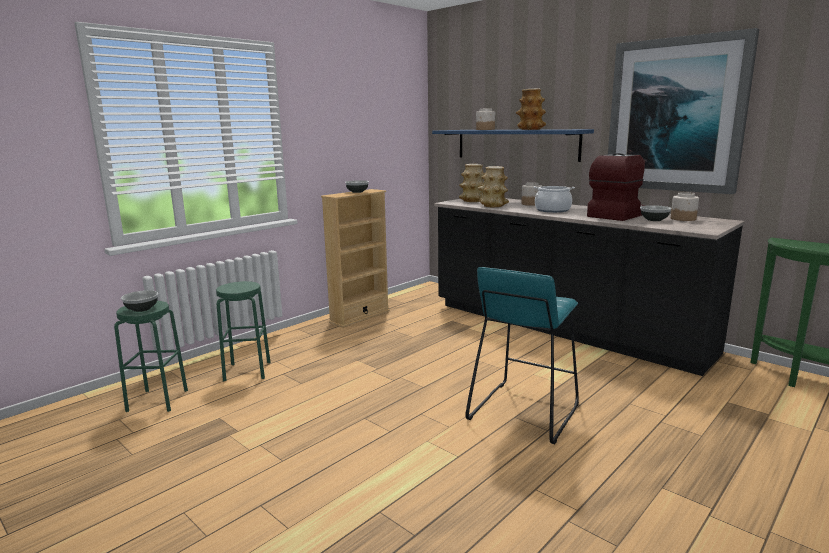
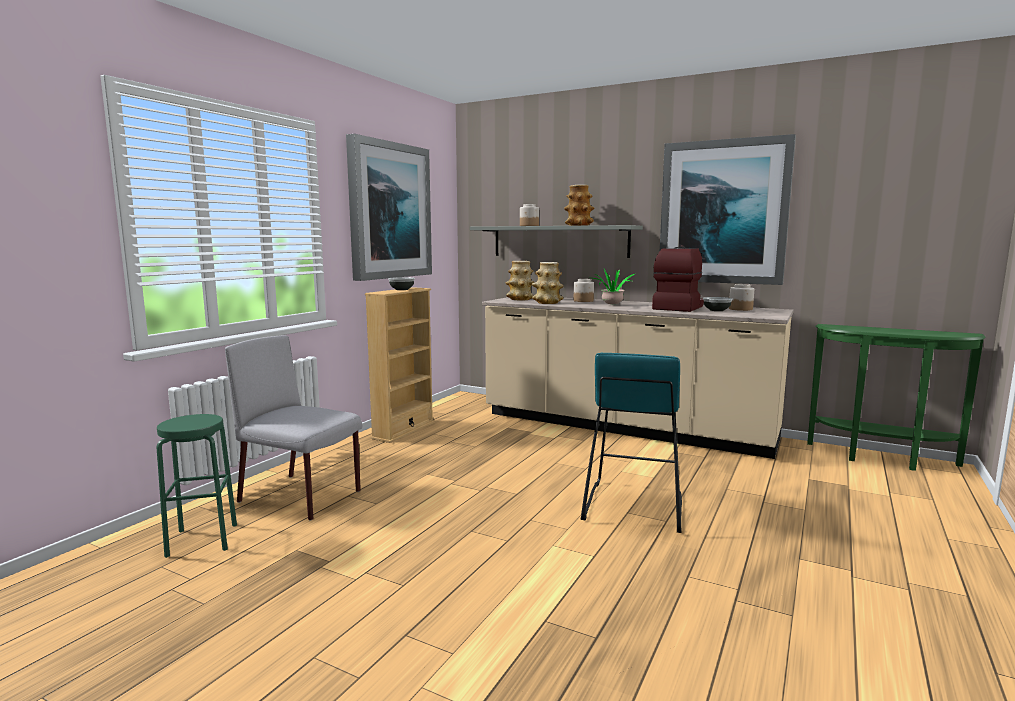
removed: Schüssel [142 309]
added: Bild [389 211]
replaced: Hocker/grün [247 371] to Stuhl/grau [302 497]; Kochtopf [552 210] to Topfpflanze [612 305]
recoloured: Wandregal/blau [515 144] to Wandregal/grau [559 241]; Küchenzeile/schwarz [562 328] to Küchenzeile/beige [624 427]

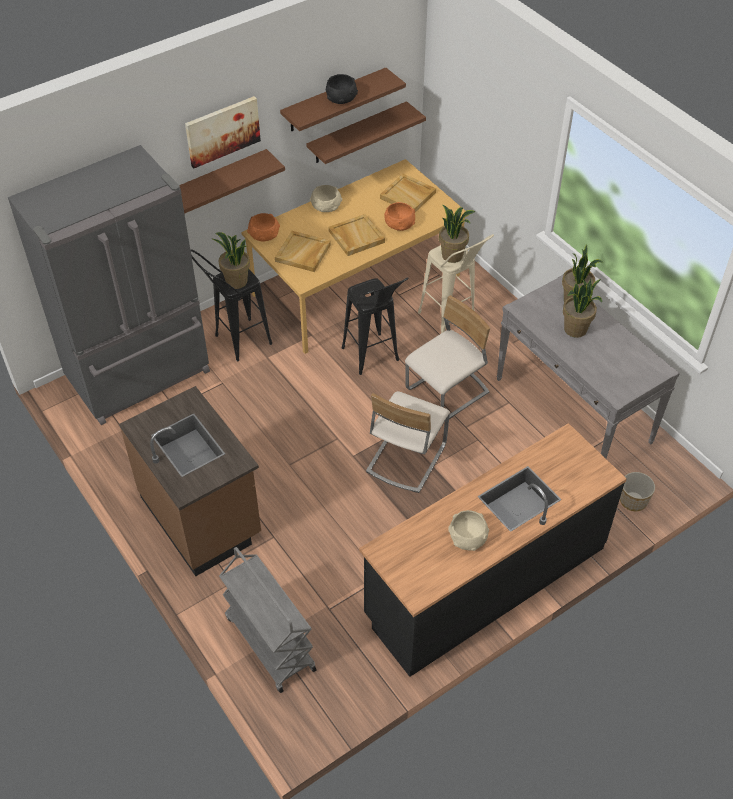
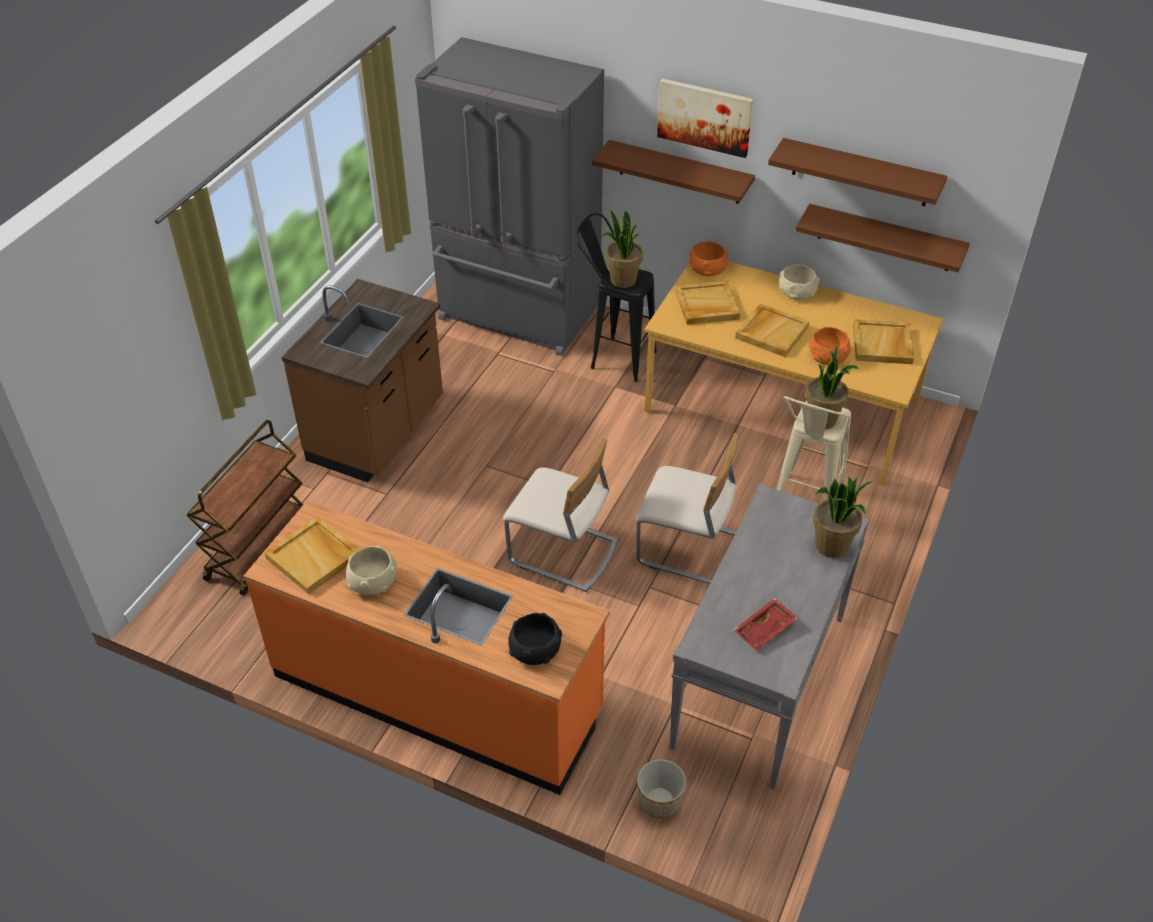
removed: Hocker/schwarz [374 360]; Topfpflanze [575 330]
added: Tablett/beige [315 557]; Tablett/rot [765 630]
moved: Schüssel/schwarz [341 97] to [535 649]
recoloured: Rollwagen/grau [269 643] to Rollwagen/braun [258 547]; Küchenzeile/schwarz [485 581] to Küchenzeile/orange [437 693]
turned: Stuhl/beige [405 458] = [563 553] 150 degrees counterclockwise

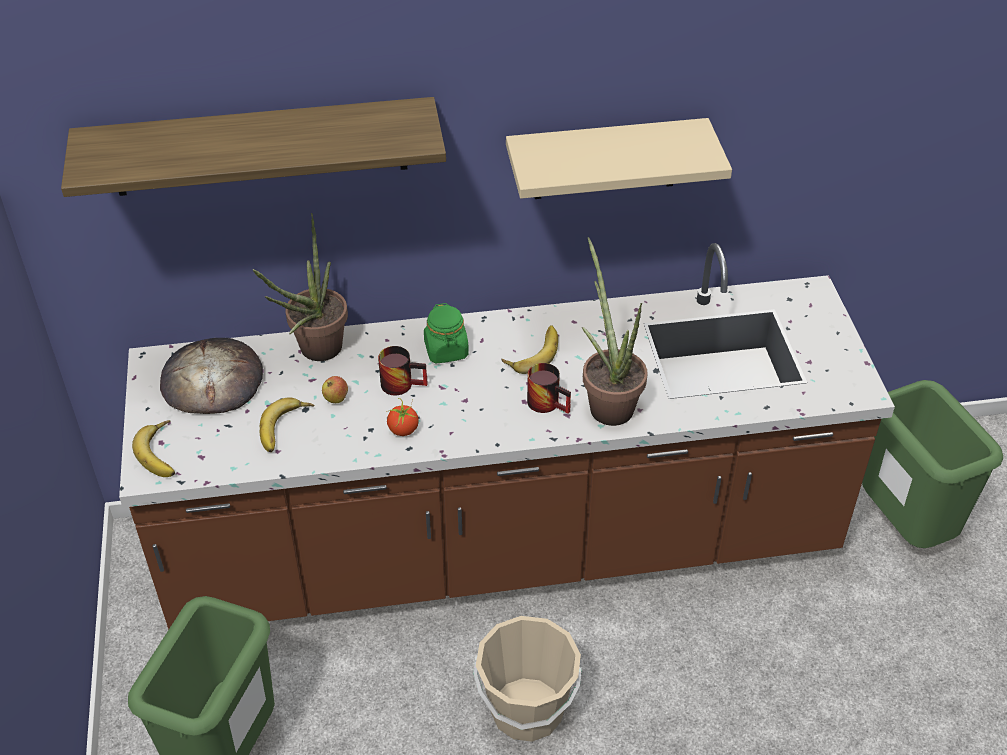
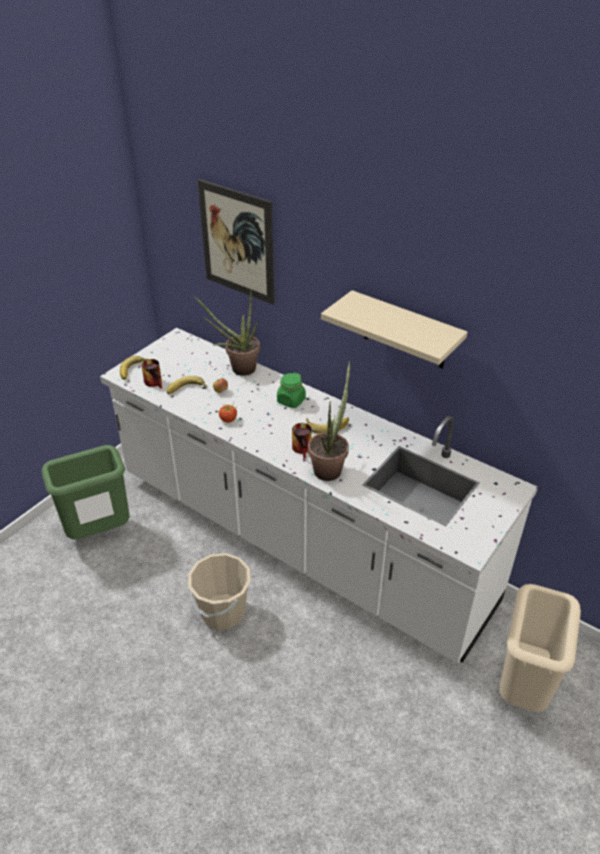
removed: Brot [212 380]
moved: Henkelbecher [402 382] to [156 382]
replaced: Wandregal [259 147] to Bild [237 242]
recoloured: Küchenzeile/braun [503 546] to Küchenzeile/weiß [300 538]; Mülleimer/grün [905 527] to Mülleimer/beige [523 689]

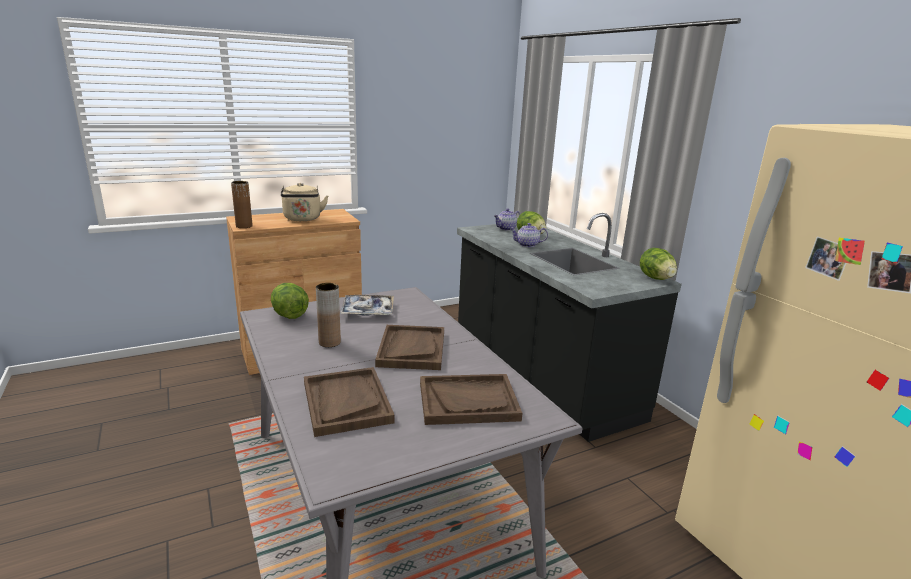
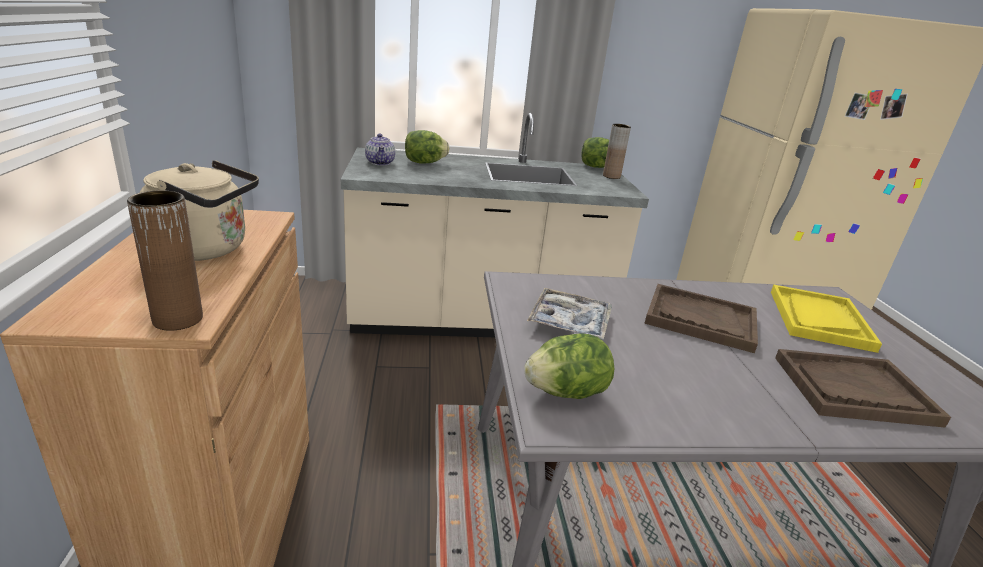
removed: Teekanne [527 245]
moved: Vase/braun [329 342] to [611 176]
recoloured: Küchenzeile/schwarz [540 375] to Küchenzeile/beige [479 320]; Tablett/braun [468 401] to Tablett/gelb [819 319]

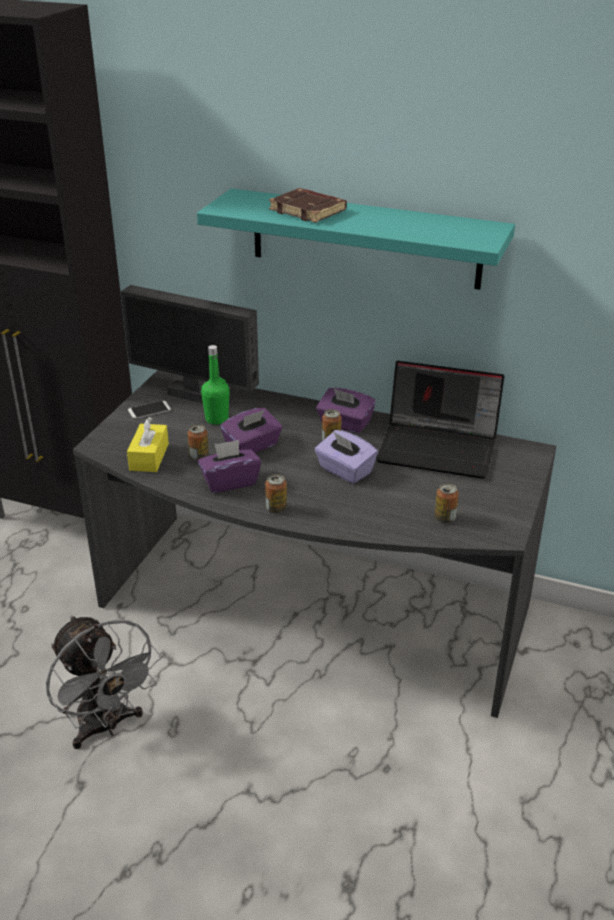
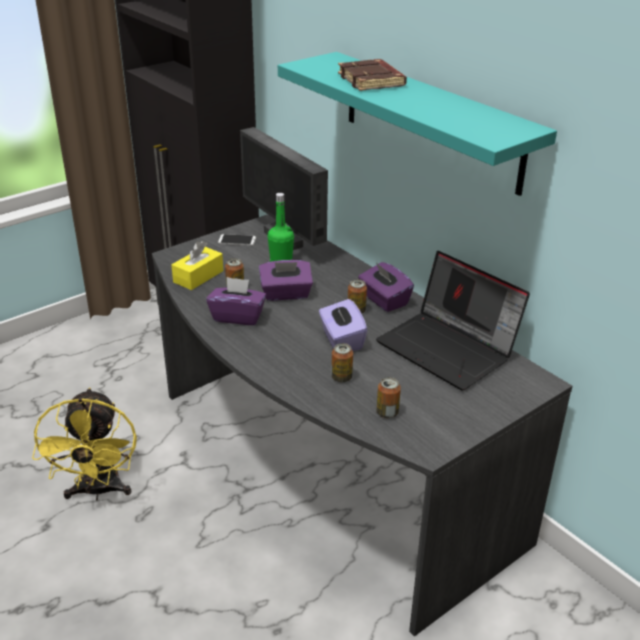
moved: Dose [276 509] to [341 377]
recoloured: Ventilator/grau [106 726] to Ventilator/gelb [98 491]

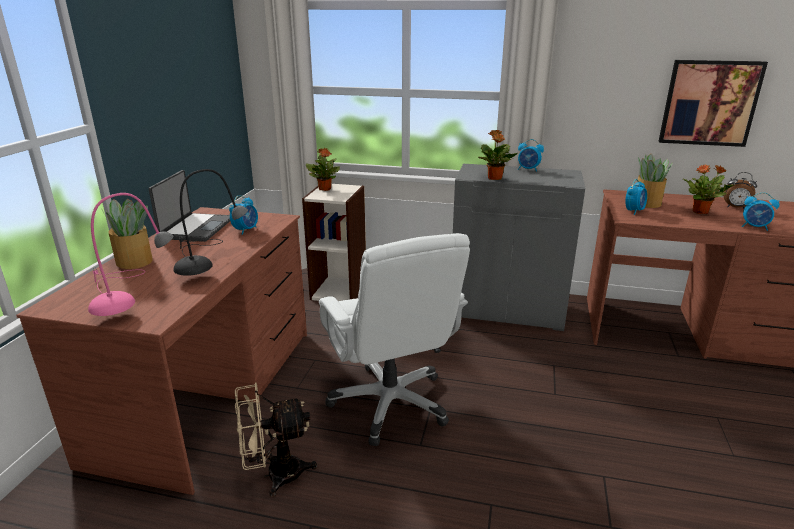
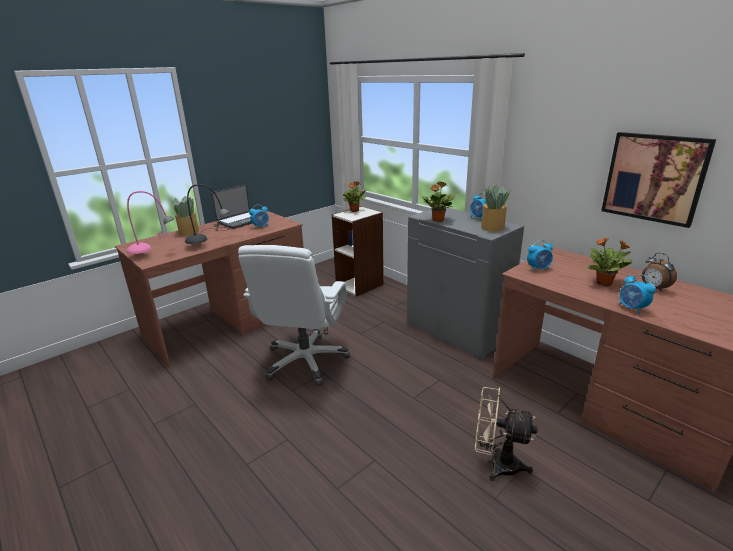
moved: Ventilator/beige [275 475] to [496 463]; Topfpflanze [647 203] to [492 227]

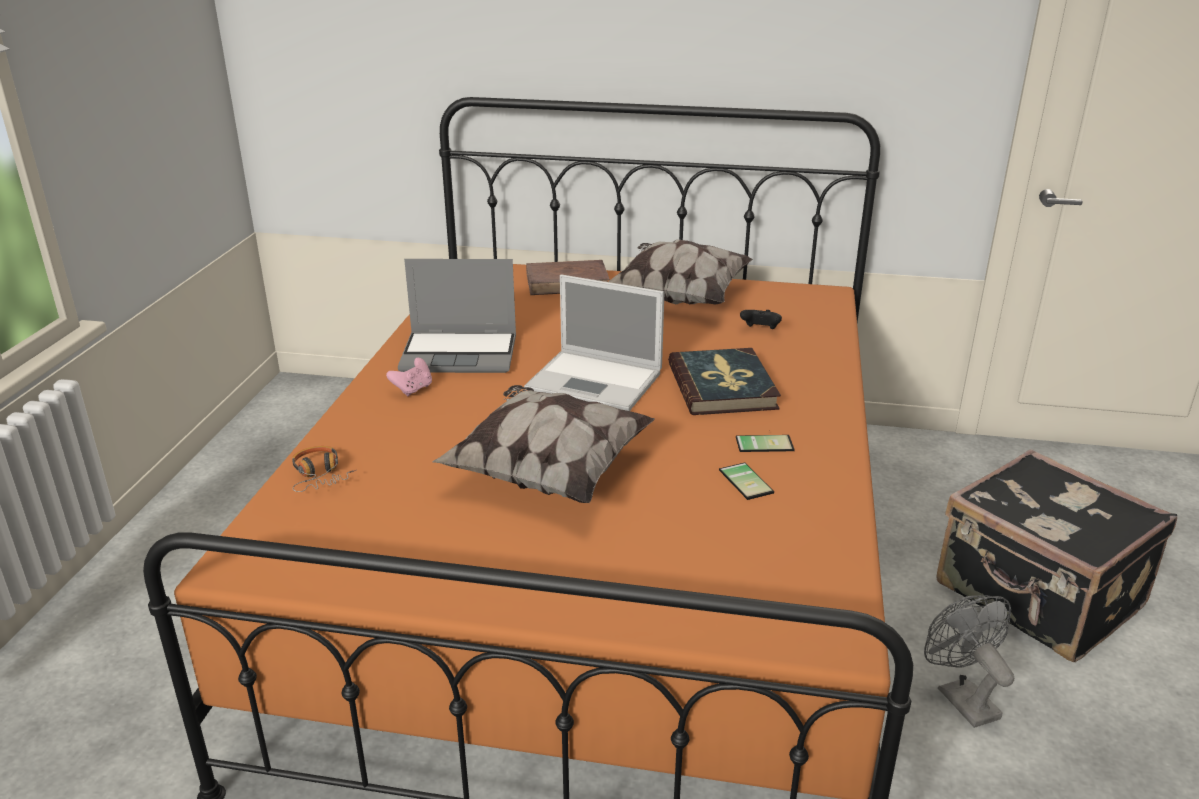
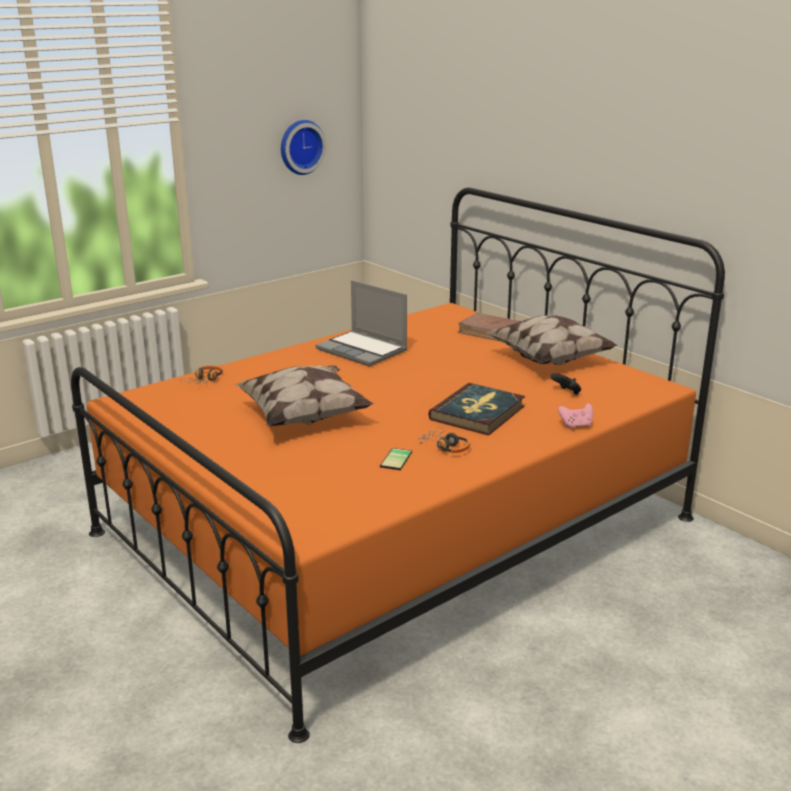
removed: Laptop [597 381]; Ventilator/grau [961 697]; Koffer/schwarz [1037 597]
added: Wanduhr [300 147]
moved: Gamepad/rosa [413 389] to [576 425]
replaced: Handy [764 442] to Kopfhörer [444 446]

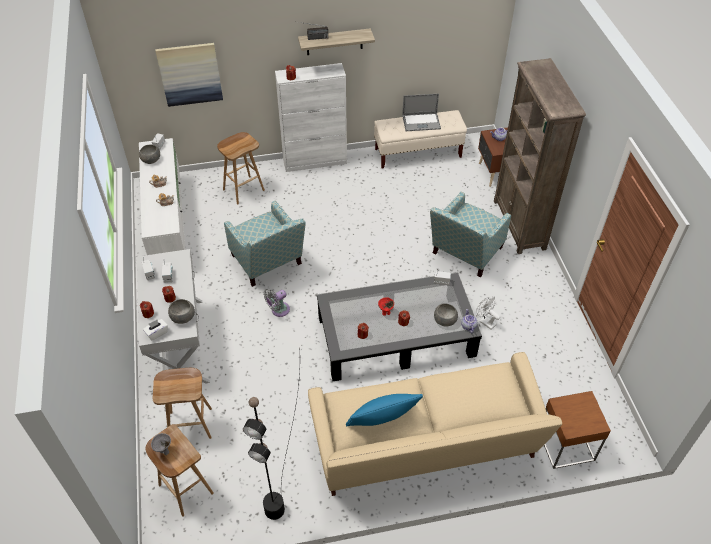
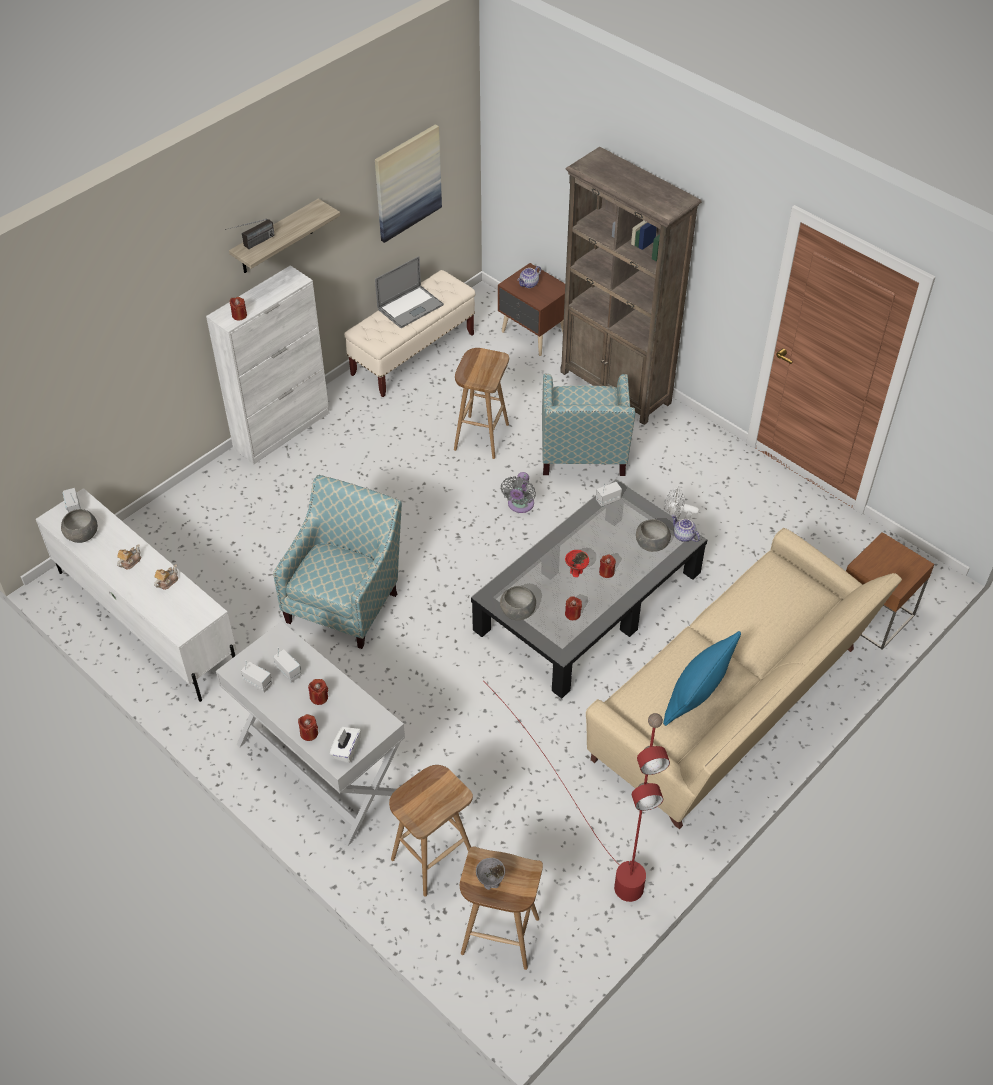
moved: Bild [190 74] to [407 183]; Hocker/braun [244 189] to [481 436]; Schüssel/grau [182 317] to [518 611]; Ventilator/grau [278 310] to [520 505]
recoloured: Stehlampe/schwarz [284 459] to Stehlampe/rot [587 824]
turned: Sessel [269 264] = [346 599] 90 degrees counterclockwise

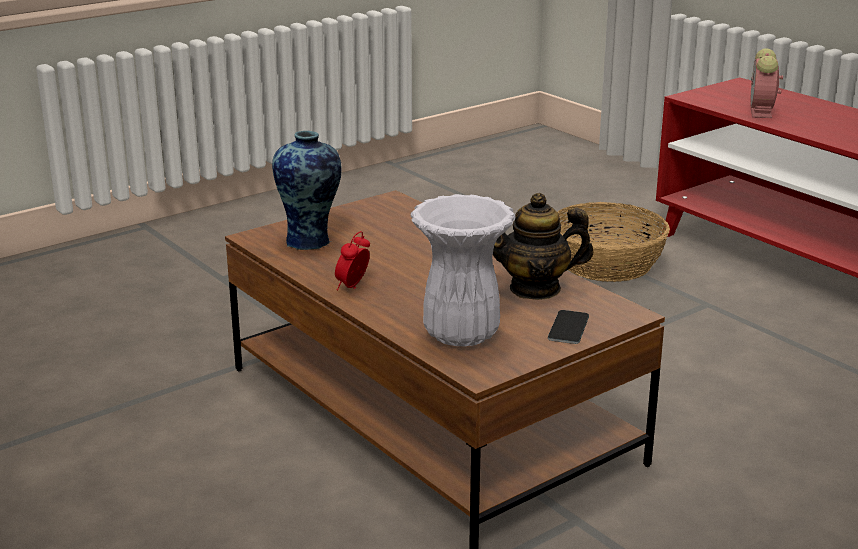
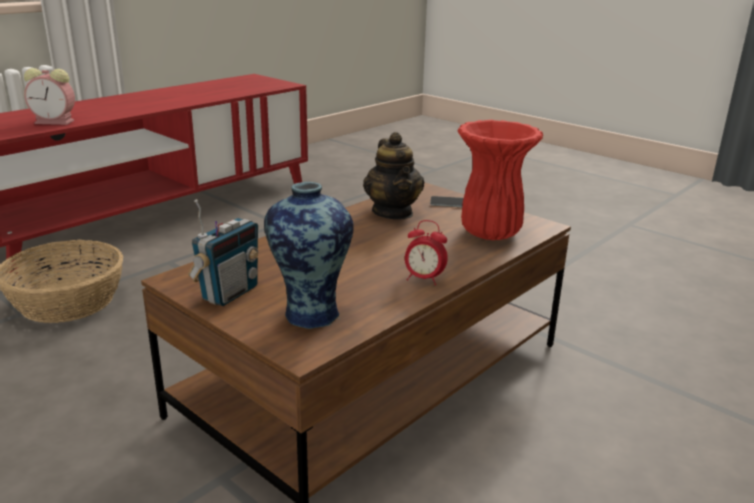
added: Radio [229 293]
recoloured: Vase/weiß [462 335] to Vase/rot [489 233]

